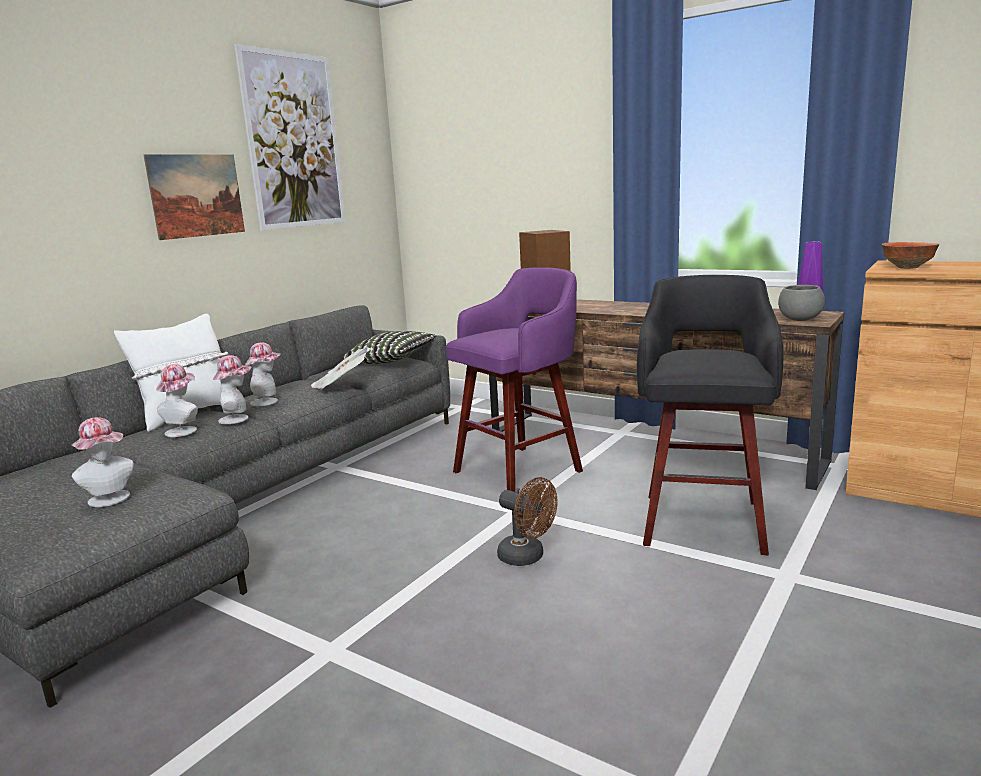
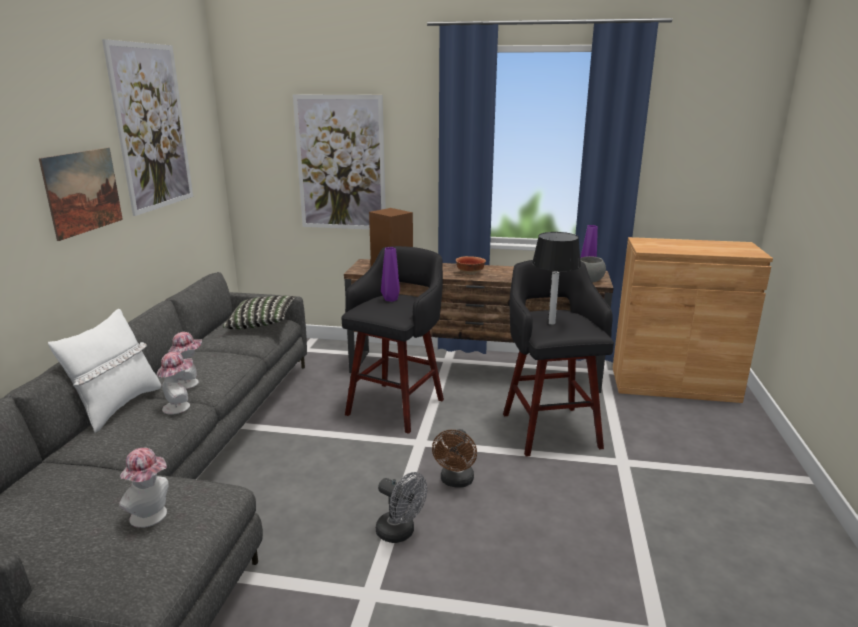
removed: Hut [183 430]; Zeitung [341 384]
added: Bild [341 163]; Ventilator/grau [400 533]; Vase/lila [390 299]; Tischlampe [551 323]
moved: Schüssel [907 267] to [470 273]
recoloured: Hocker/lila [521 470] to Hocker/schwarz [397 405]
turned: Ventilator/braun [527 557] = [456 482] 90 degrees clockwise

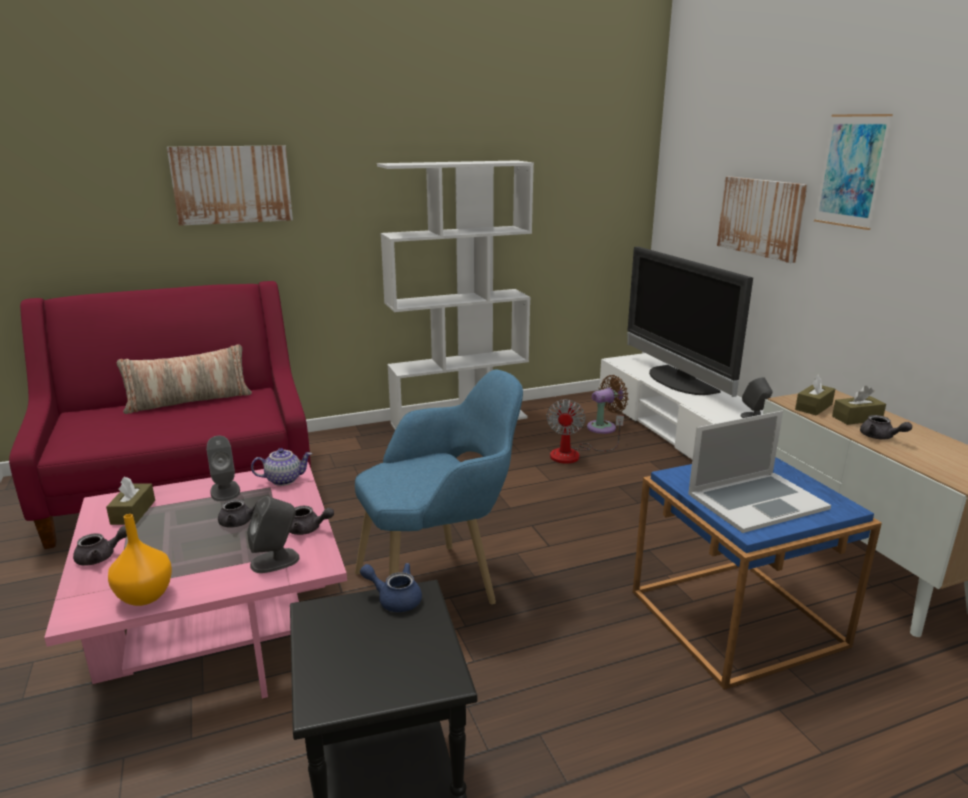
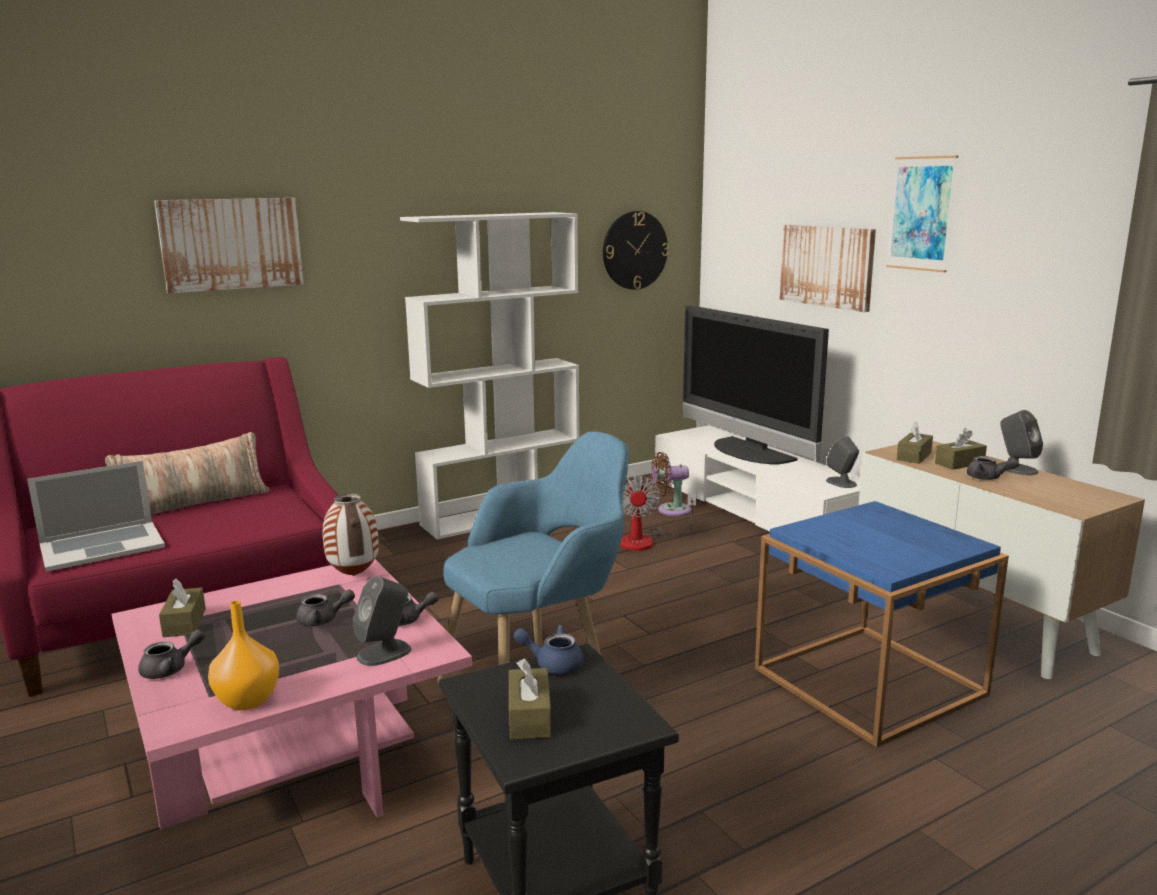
added: Taschentuchbox/braun [529 717]; Wanduhr [634 250]
moved: Laptop [756 501] to [102 546]; Lautsprecher/grau [225 491] to [1015 469]
replaced: Teekanne [284 479] to Vase [353 575]
turned: Ventilator/braun [604 427] = [670 510] 150 degrees counterclockwise

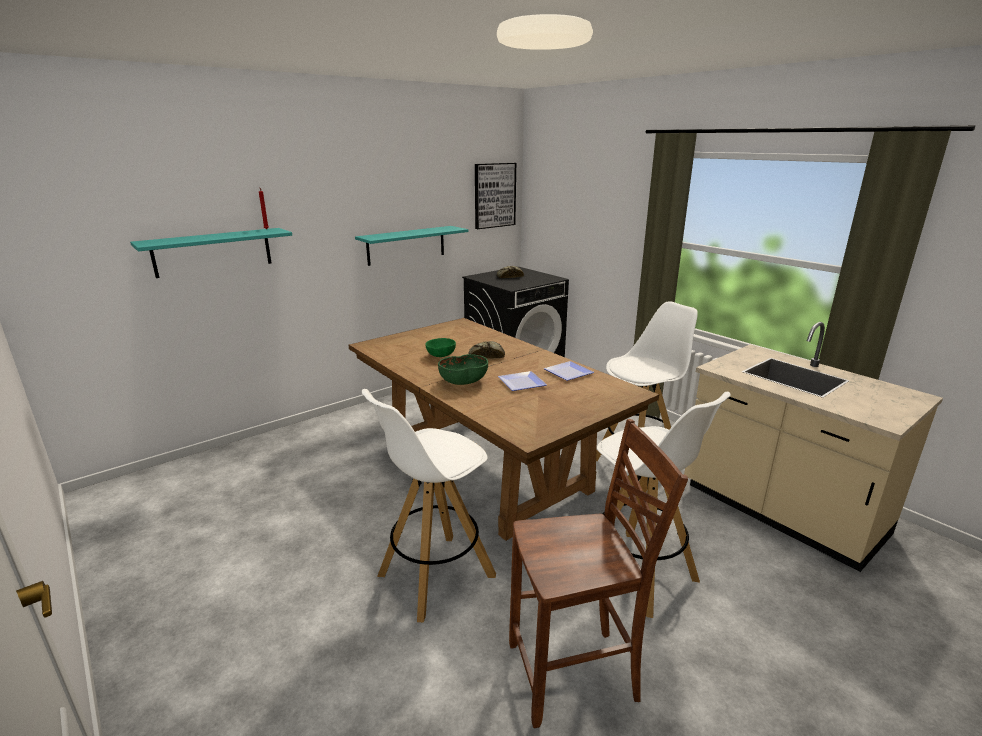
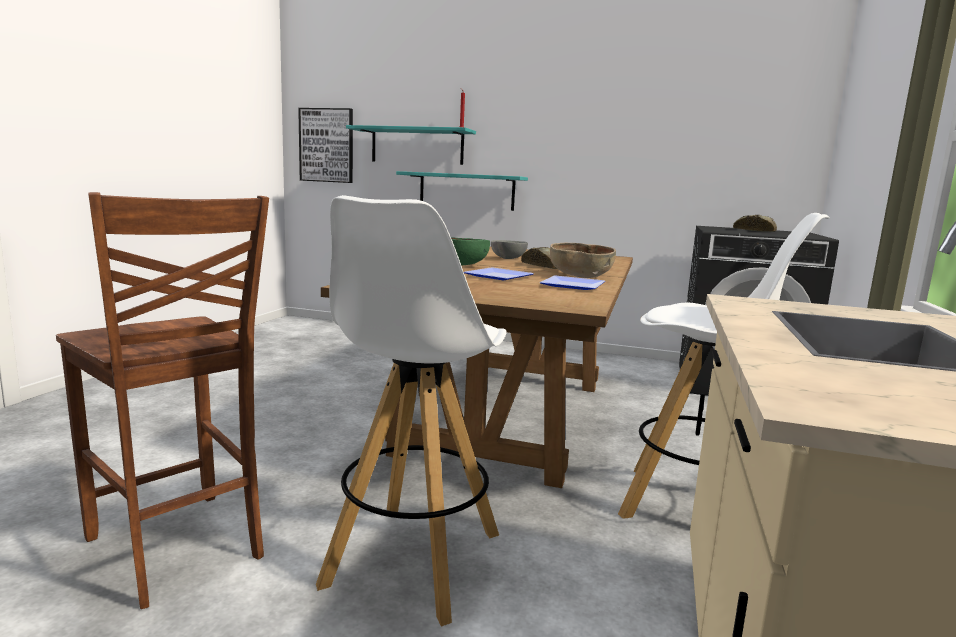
removed: Hocker/weiß [435 576]
added: Schüssel/braun [580 276]
moved: Bild [494 195] to [326 145]; Wandregal/türkis [406 245] to [466 191]
recoloured: Schüssel/grün [440 356] to Schüssel/grau [507 258]

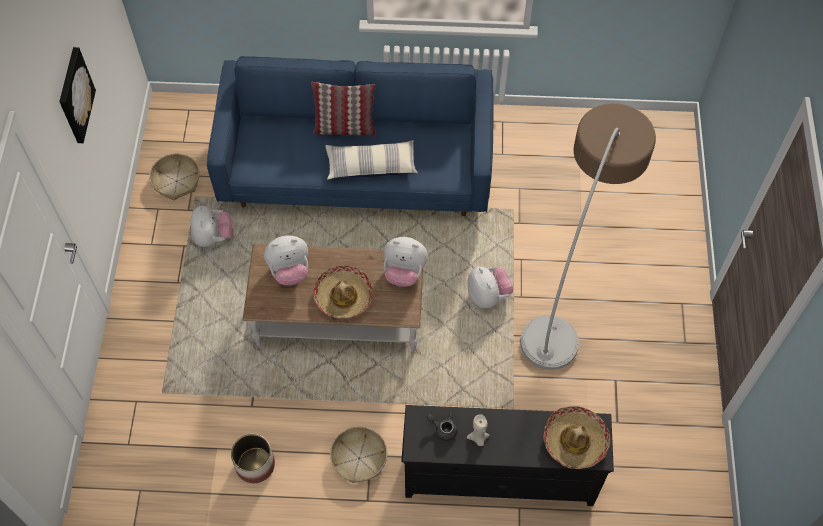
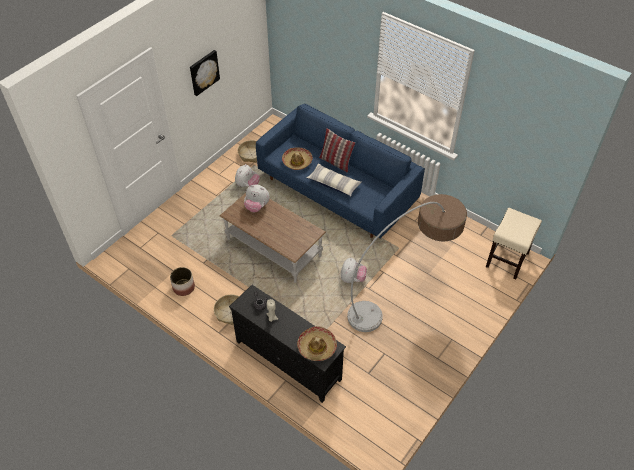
removed: Plüschtier [404 272]
added: Hocker/beige [507 260]
moved: Hut [343 296] to [297 161]

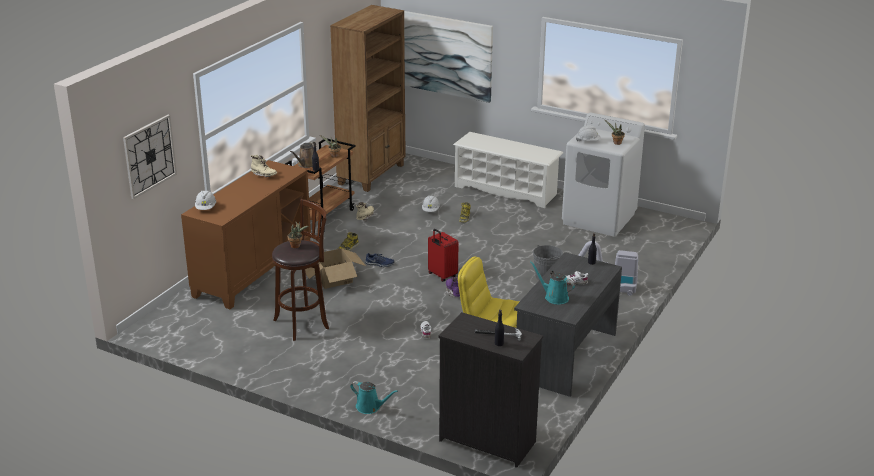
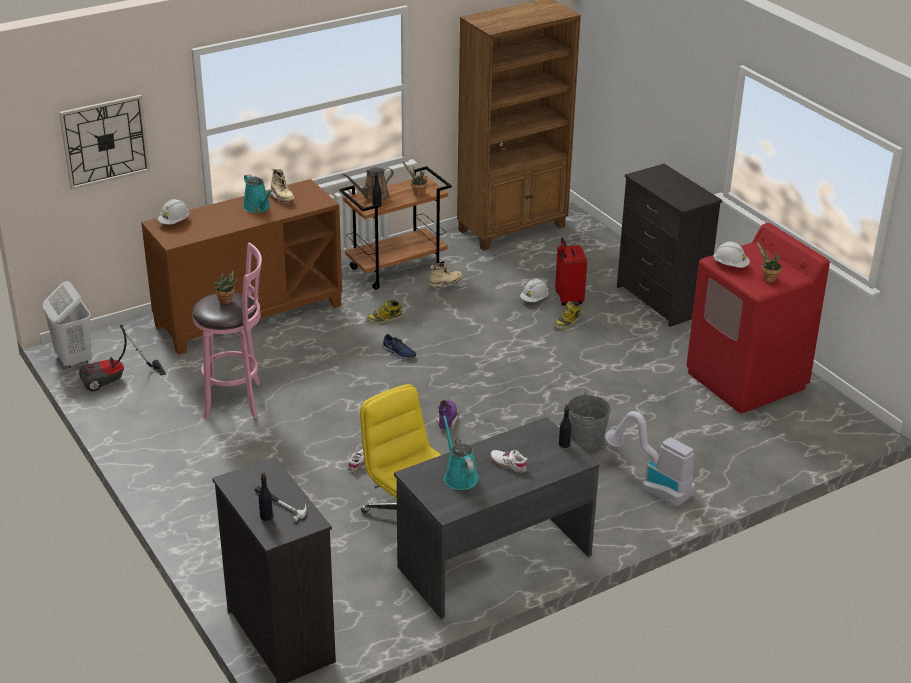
removed: Karton [333 278]; Bild [444 55]
added: Wäschekorb/weiß [73 359]; Staubsauger [116 380]
moved: Gießkanne/türkis [370 407] to [258 207]; Koffer/rot [441 275] to [568 299]
replaced: Schuhregal/weiß [506 190] to Kommode/schwarz [660 301]
recoloured: Hocker/braun [304 323] to Hocker/rosa [236 400]; Waschmaschine/weiß [599 218] to Waschmaschine/rot [746 380]

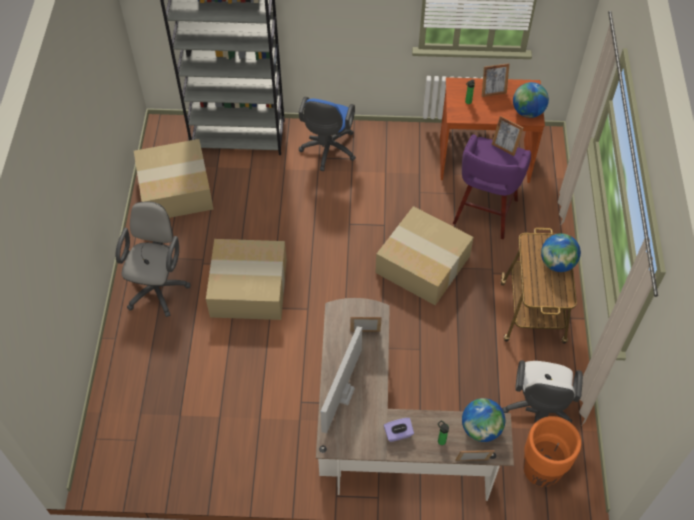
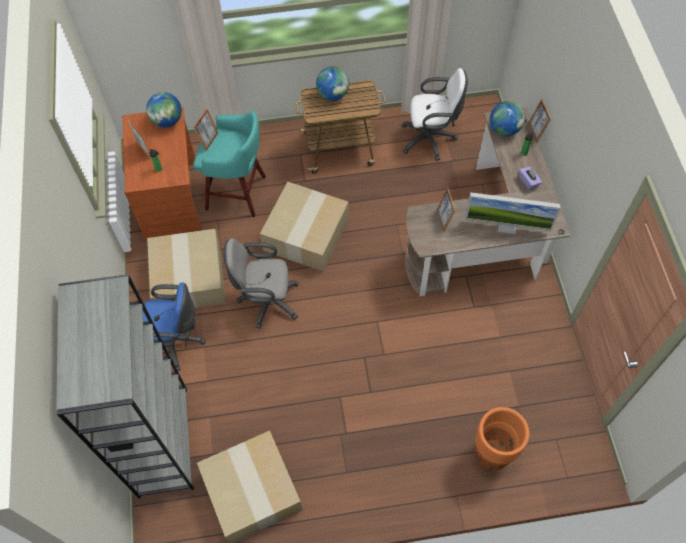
moved: Karton [250 287] to [188 277]; Bürostuhl/grau [158 286] to [266 301]; Pflanzkübel/orange [541 471] to [492 454]
recoloured: Hocker/lila [484 213] to Hocker/türkis [238 193]

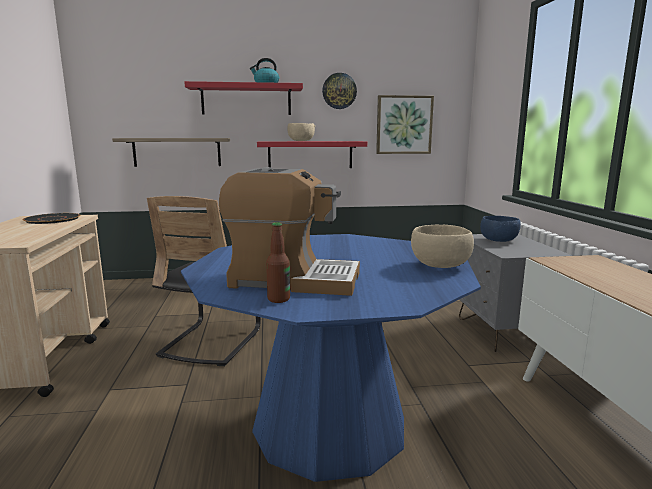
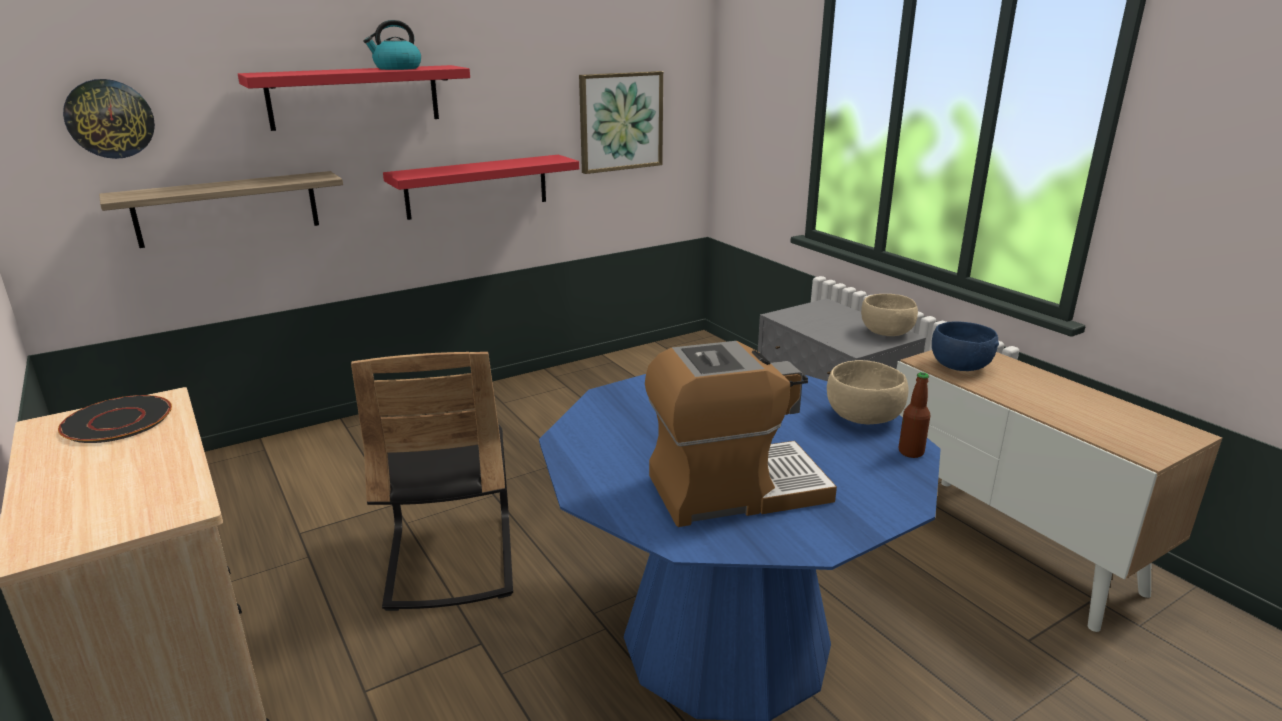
moved: Wanduhr [339 91] to [109 119]; Schüssel/beige [301 141] to [886 333]; Flasche [278 299] to [911 452]; Schüssel/blau [498 240] to [959 367]

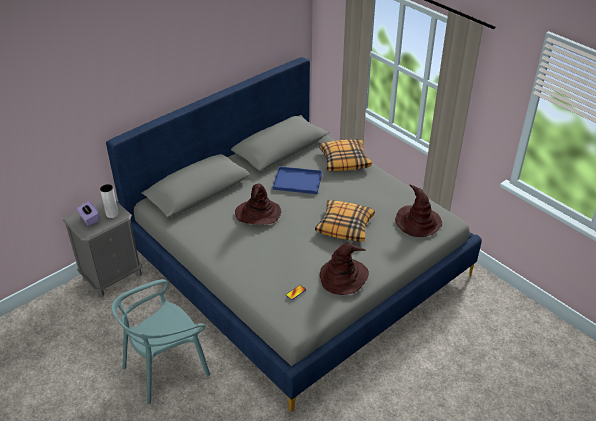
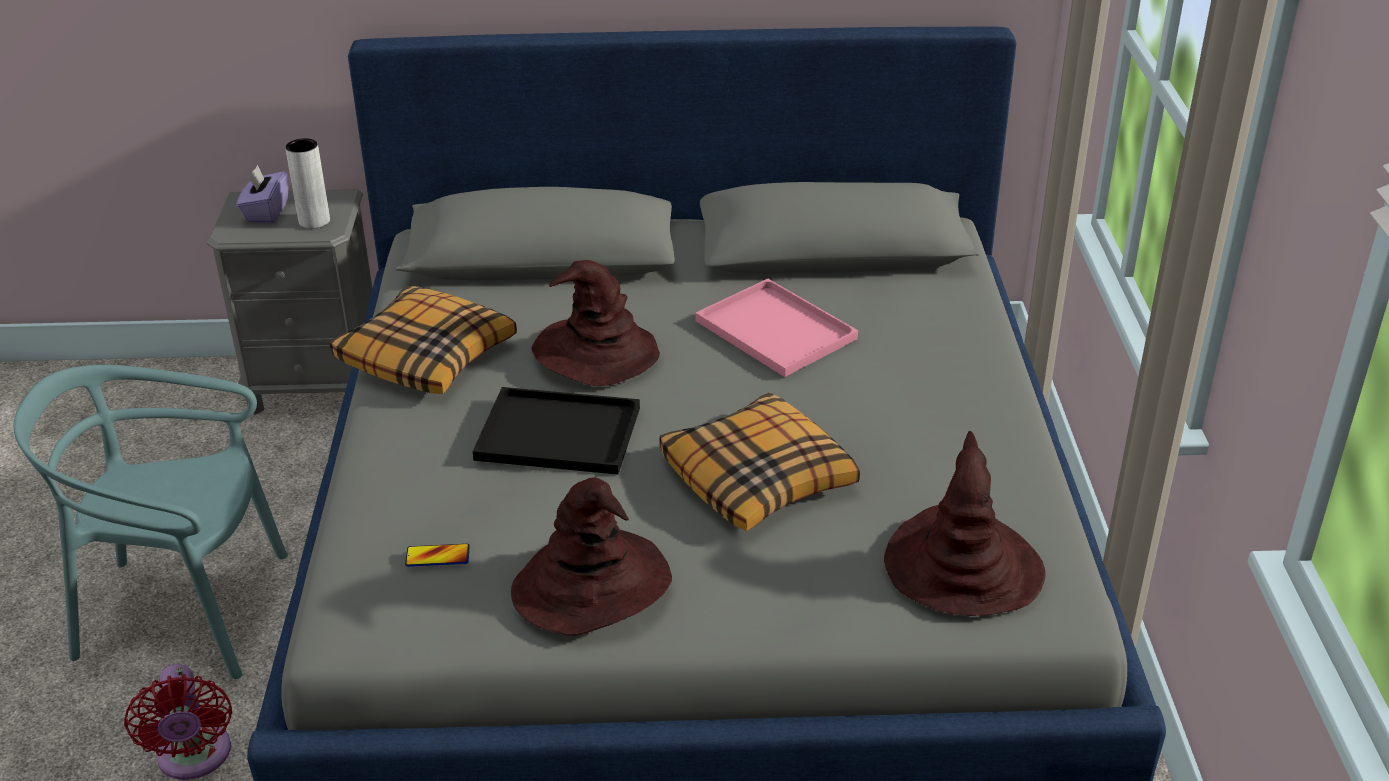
added: Ventilator/rot [194 758]; Tablett/schwarz [562 433]
moved: Kissen [344 160] to [427 356]
recoloured: Tablett/blau [296 181] to Tablett/rosa [772 329]

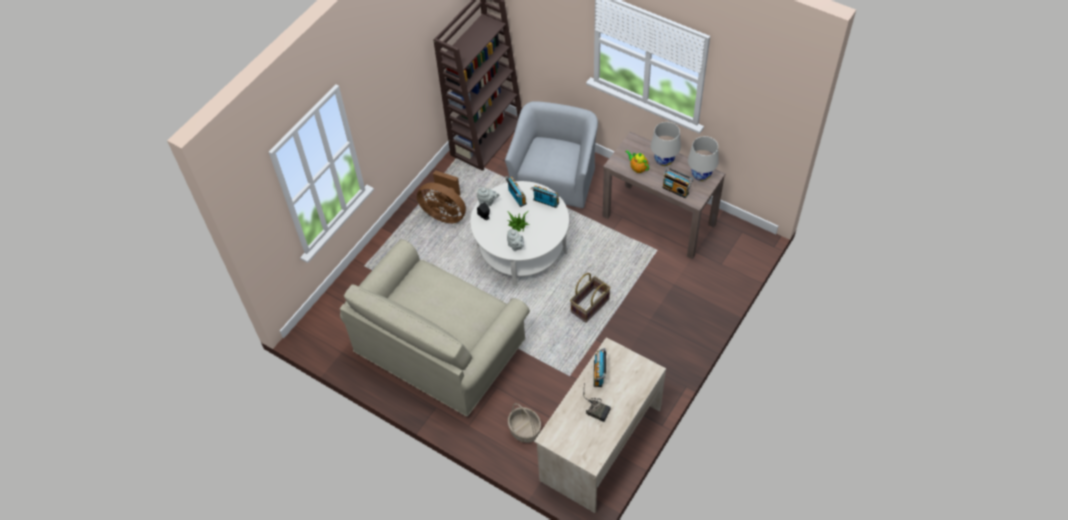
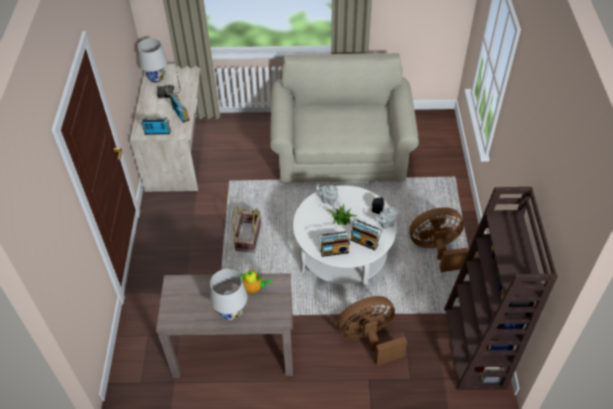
removed: Korb [524 430]
moved: Tischlampe/weiß [701 174] to [156 78]; Radio [676 189] to [157 133]
replaced: Sessel/grau [554 178] to Ventilator/braun [369 339]

